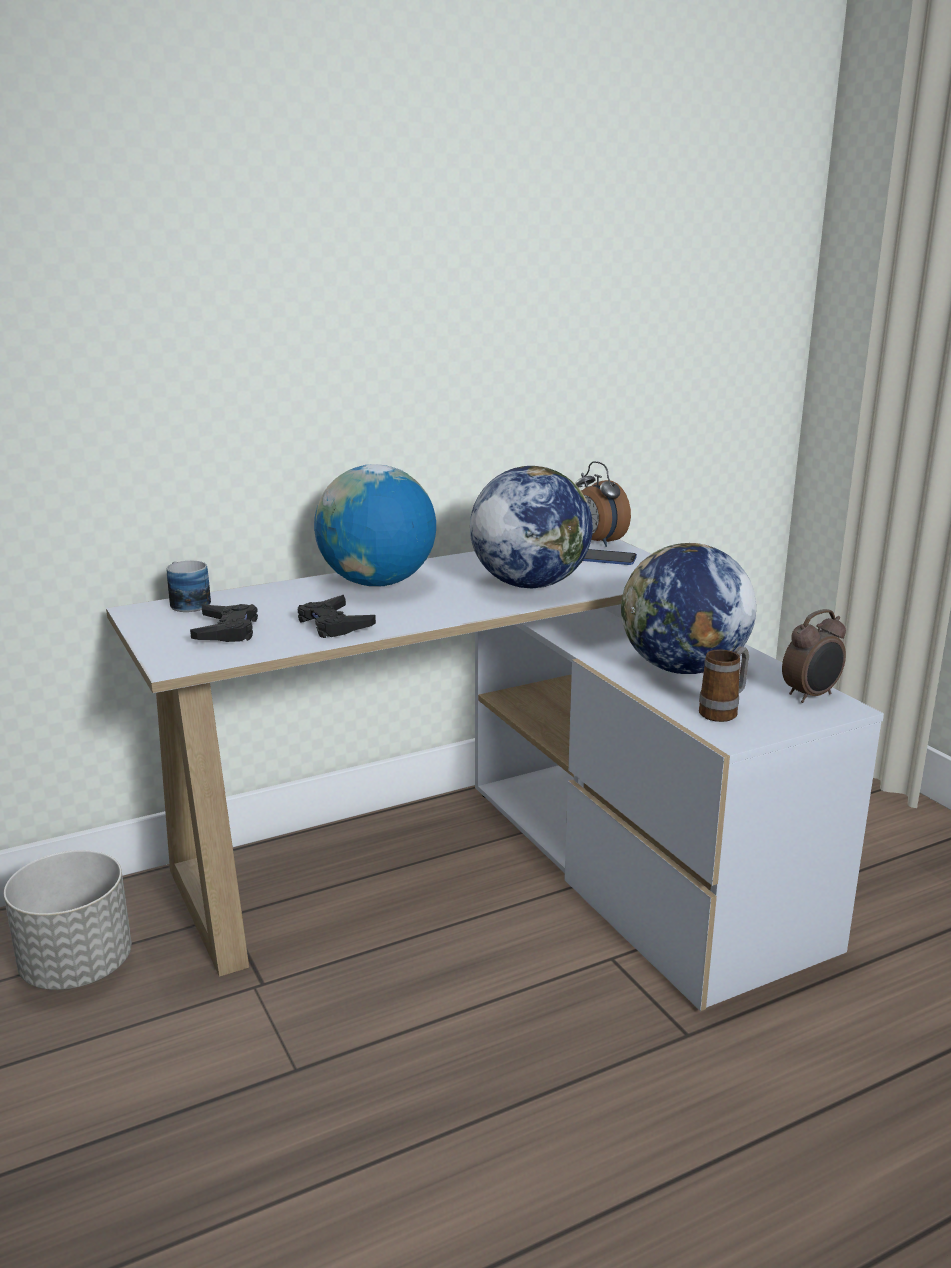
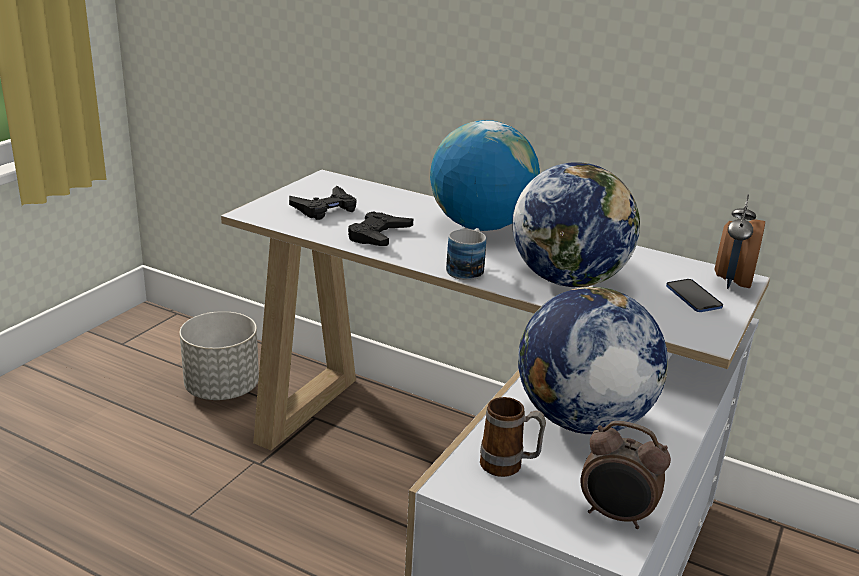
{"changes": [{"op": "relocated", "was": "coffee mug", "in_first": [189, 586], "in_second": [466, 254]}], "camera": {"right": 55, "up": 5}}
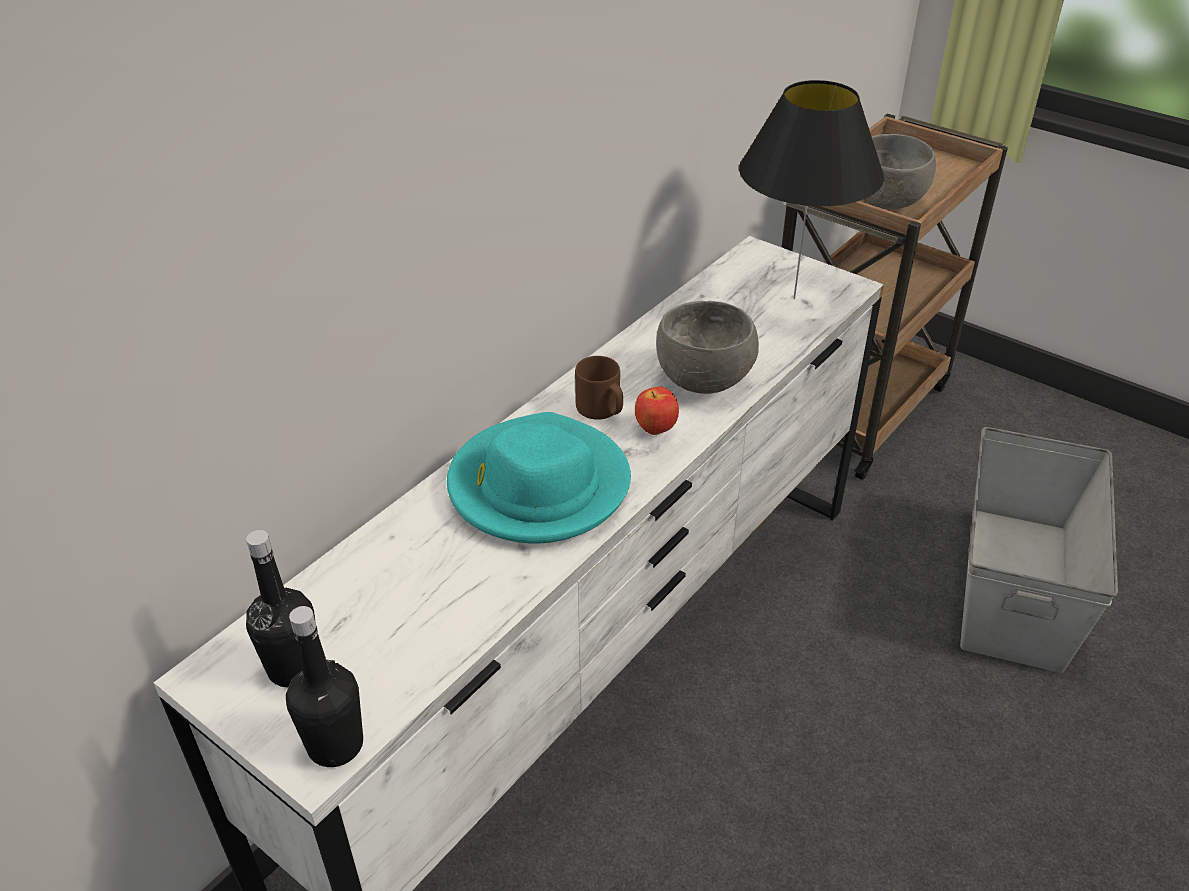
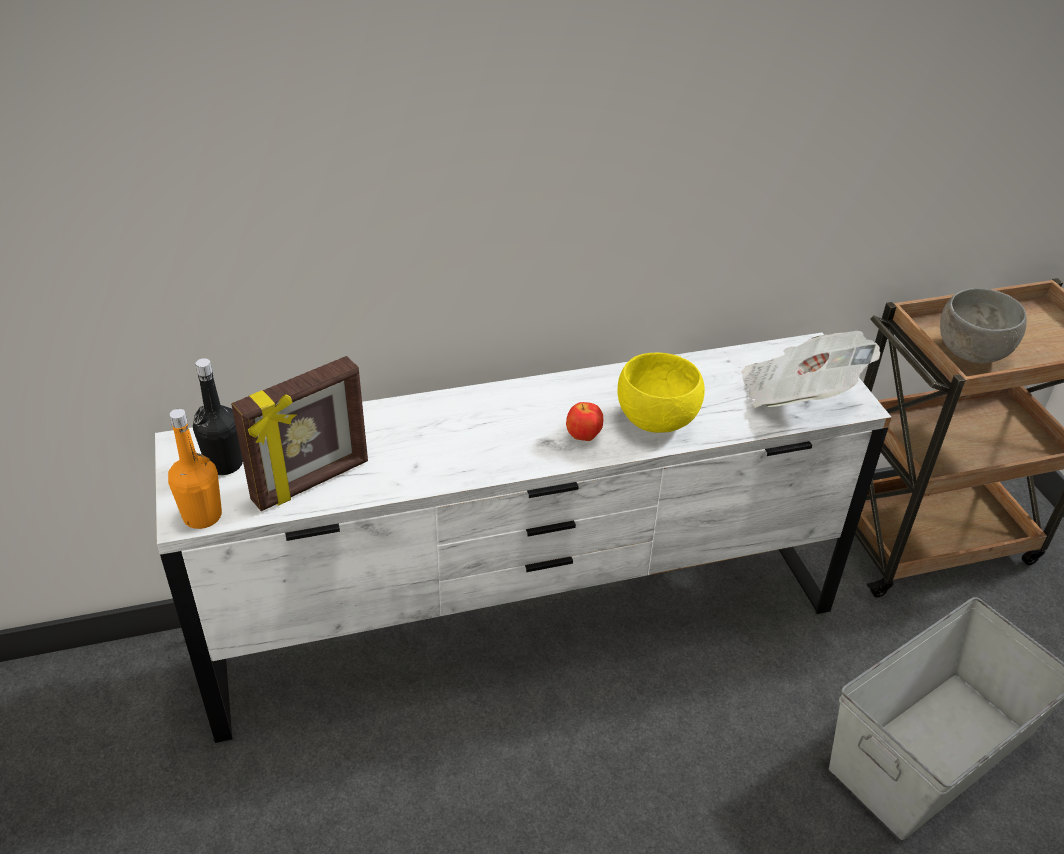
{"changes": [{"op": "missing", "was": "turquoise-coloured wearable hat", "in_first": [539, 478]}, {"op": "missing", "was": "brown coffee mug", "in_first": [599, 388]}, {"op": "appeared", "now": "picture frame", "in_second": [299, 433]}, {"op": "exchanged", "was": "blackish table lamp", "now": "newspaper", "in_first": [811, 189], "in_second": [811, 369]}, {"op": "colour", "was": "blackish bottle", "now": "orangey bottle", "in_first": [324, 686], "in_second": [195, 469]}, {"op": "colour", "was": "grey bowl", "now": "yellow-coloured bowl", "in_first": [707, 347], "in_second": [661, 393]}], "camera": {"right": 35, "up": 0}}
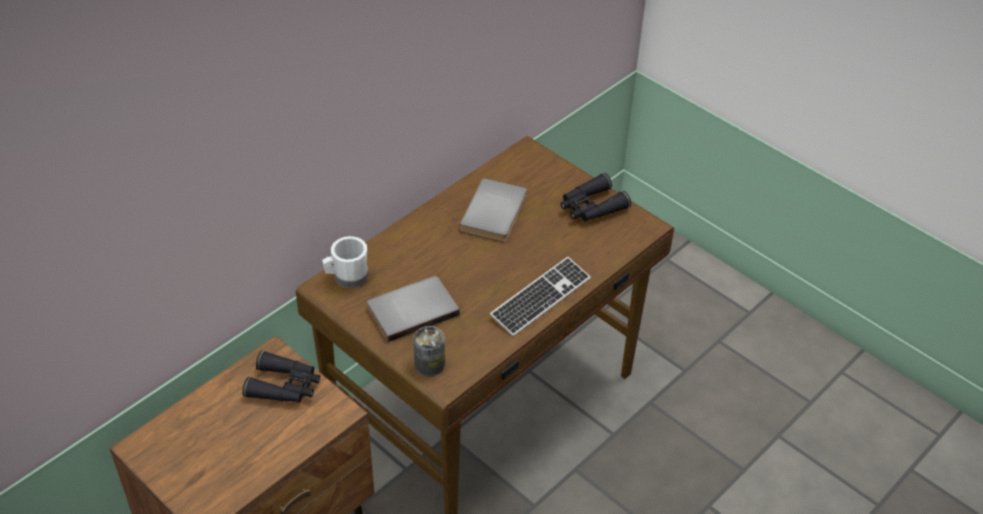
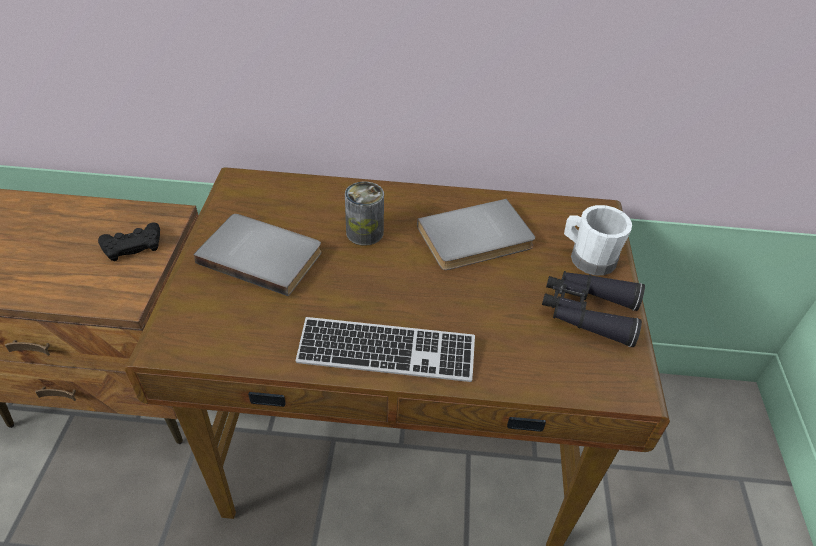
{"changes": [{"op": "relocated", "was": "white-coloured coffee mug", "in_first": [345, 262], "in_second": [598, 240]}, {"op": "relocated", "was": "can", "in_first": [429, 351], "in_second": [364, 213]}, {"op": "exchanged", "was": "blackish pair of binoculars", "now": "blackish gamepad", "in_first": [281, 377], "in_second": [129, 241]}], "camera": {"right": 50, "up": 0}}
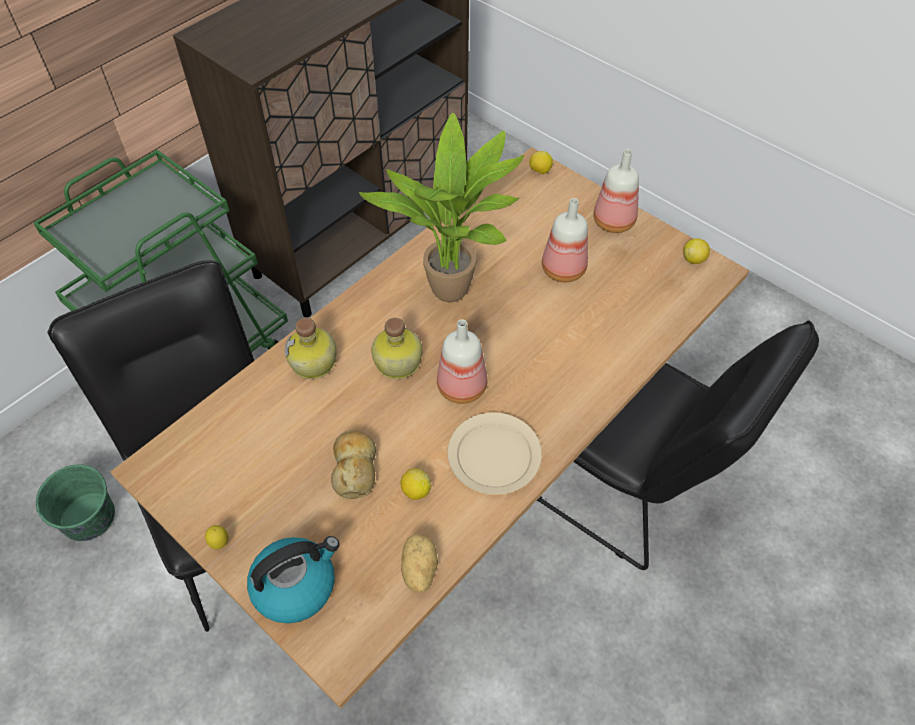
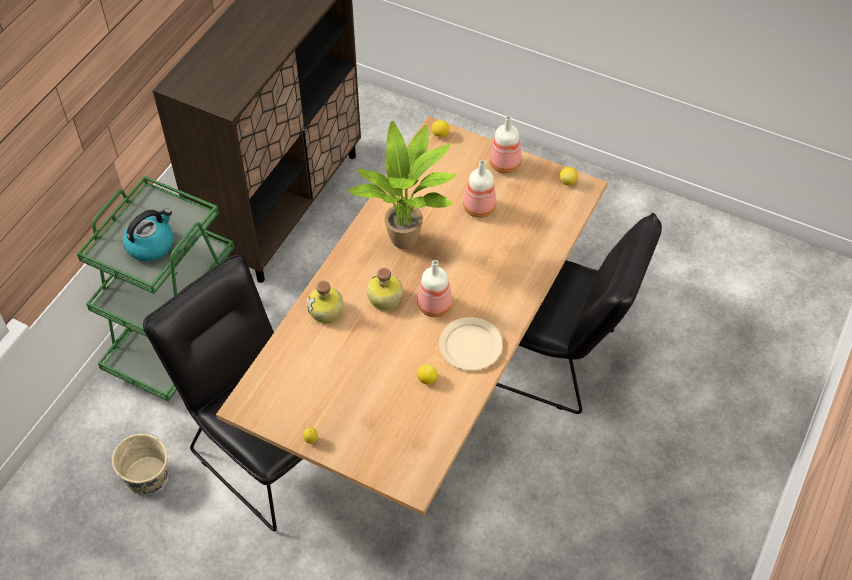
{"changes": [{"op": "missing", "was": "bread", "in_first": [353, 464]}, {"op": "missing", "was": "potato", "in_first": [419, 563]}, {"op": "relocated", "was": "water kettle", "in_first": [293, 580], "in_second": [148, 235]}, {"op": "colour", "was": "greenish water bucket", "now": "beige water bucket", "in_first": [75, 502], "in_second": [140, 464]}], "camera": {"right": -15, "up": 0}}
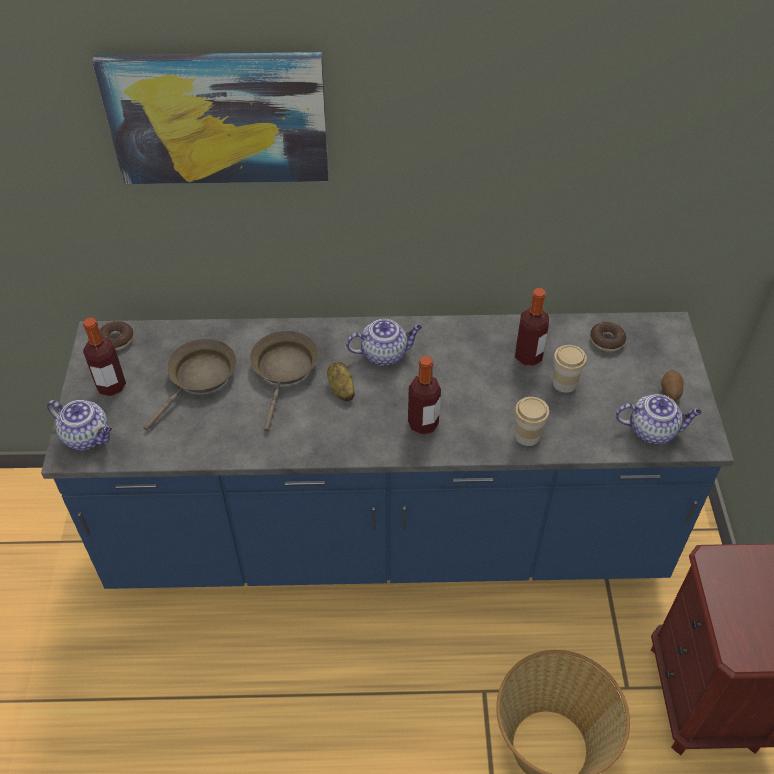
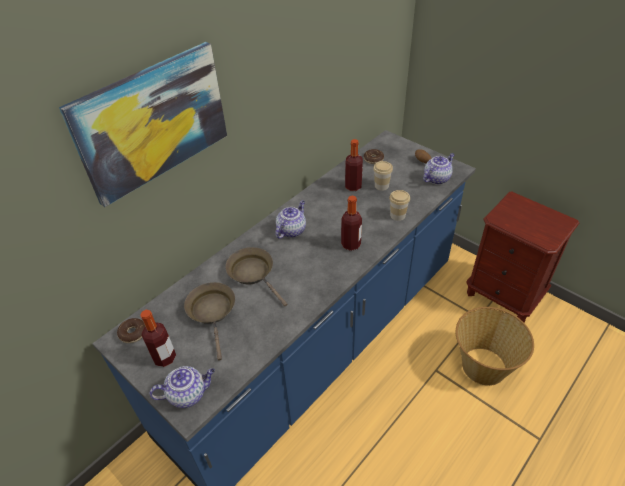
{"changes": [{"op": "missing", "was": "potato", "in_first": [341, 381]}], "camera": {"right": -45, "up": -5}}
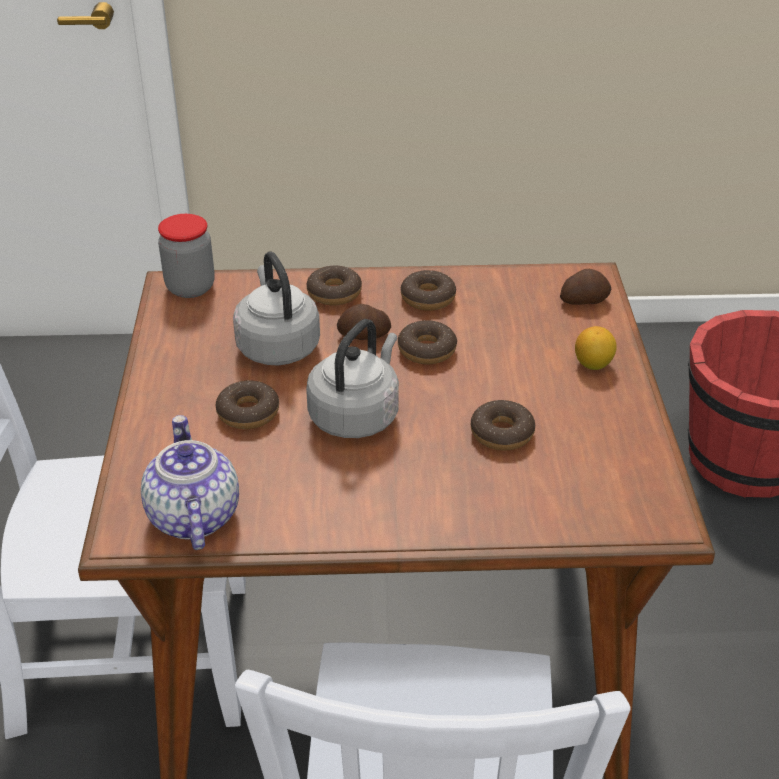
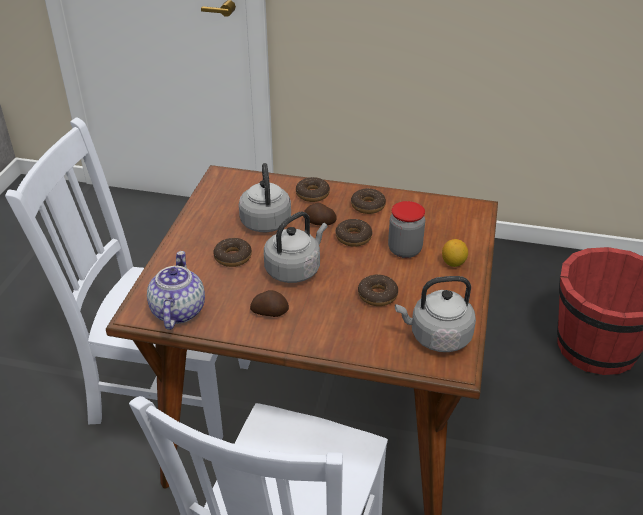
{"changes": [{"op": "appeared", "now": "grey water kettle", "in_second": [435, 314]}, {"op": "relocated", "was": "storage jar", "in_first": [186, 256], "in_second": [406, 229]}, {"op": "relocated", "was": "potato", "in_first": [585, 287], "in_second": [269, 303]}], "camera": {"right": 15, "up": 0}}
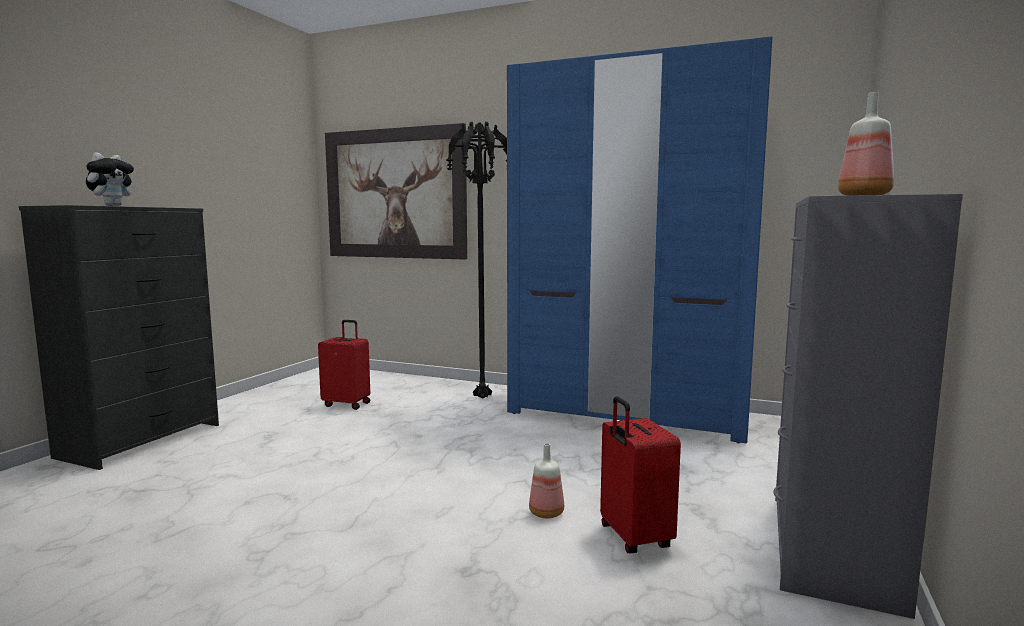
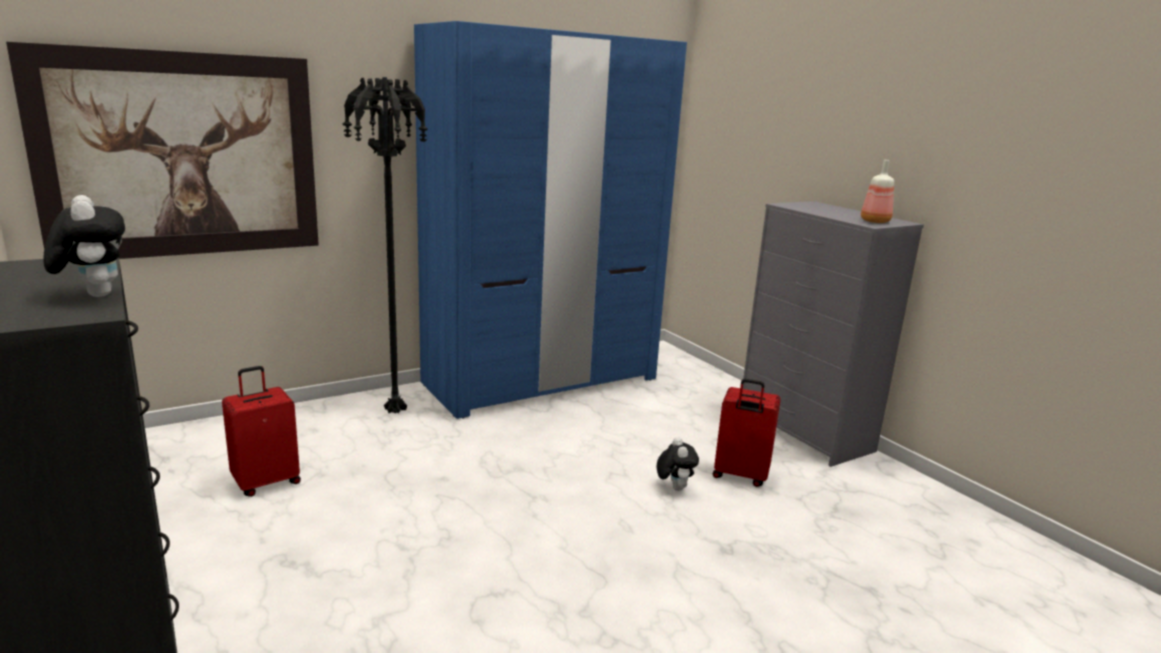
{"changes": [{"op": "exchanged", "was": "bottle", "now": "soft toy", "in_first": [546, 480], "in_second": [678, 464]}], "camera": {"right": -55, "up": 10}}
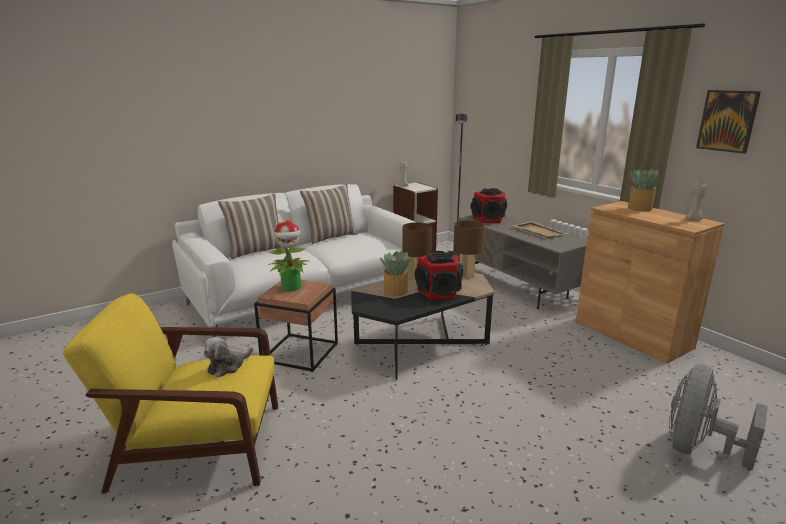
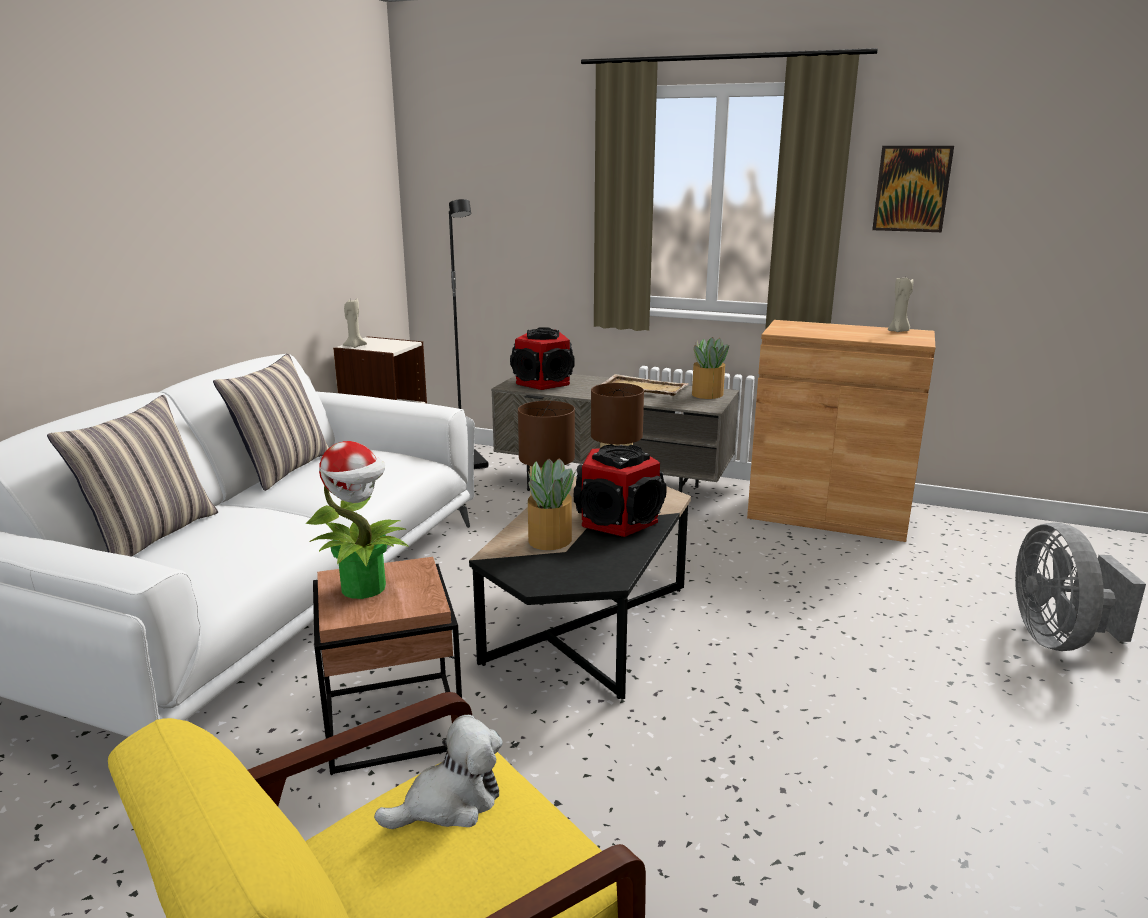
{"changes": [{"op": "relocated", "was": "plant in a pot", "in_first": [644, 190], "in_second": [710, 368]}, {"op": "spun", "was": "soft toy", "in_first": [228, 357], "in_second": [438, 772], "clockwise": -120}], "camera": {"right": -35, "up": 0}}
